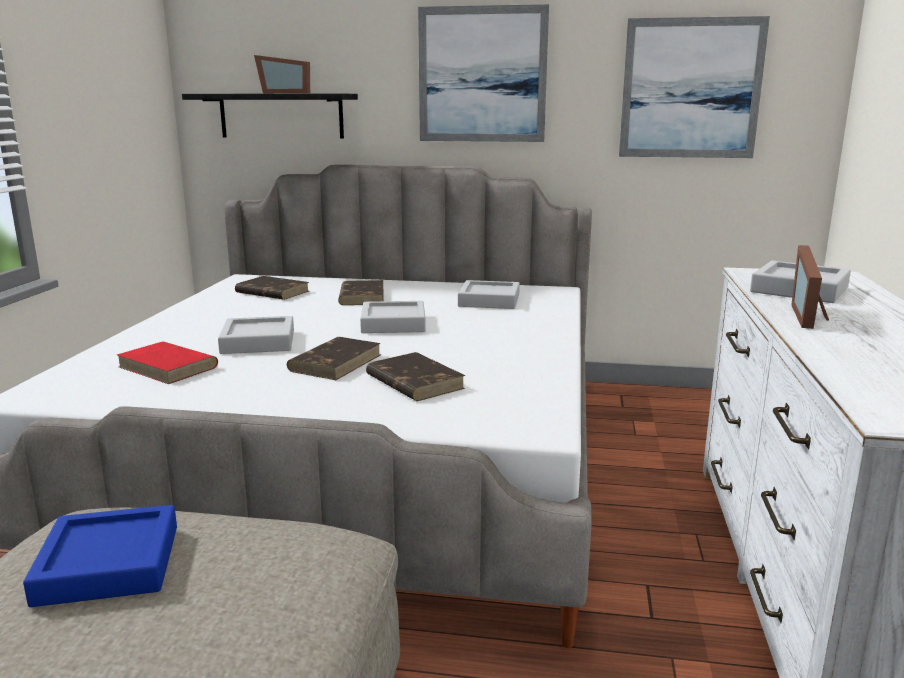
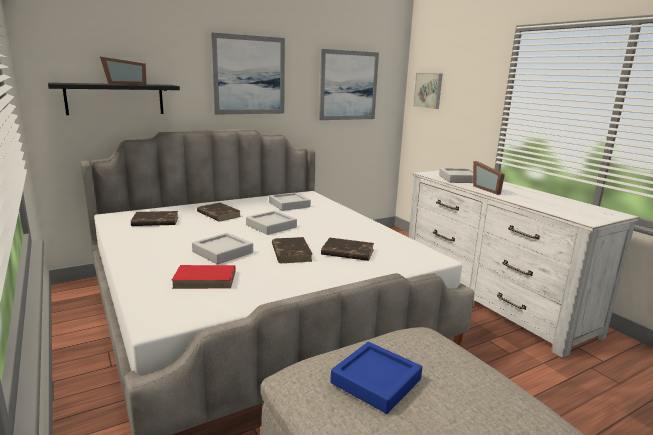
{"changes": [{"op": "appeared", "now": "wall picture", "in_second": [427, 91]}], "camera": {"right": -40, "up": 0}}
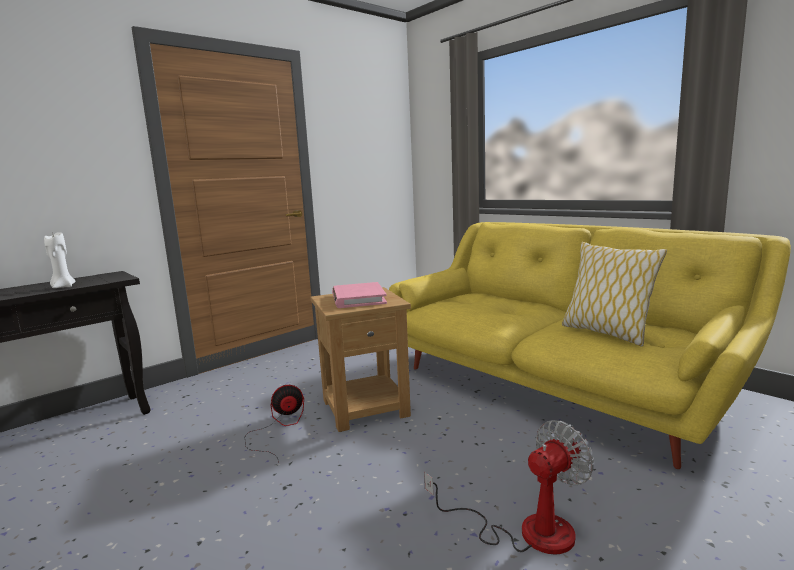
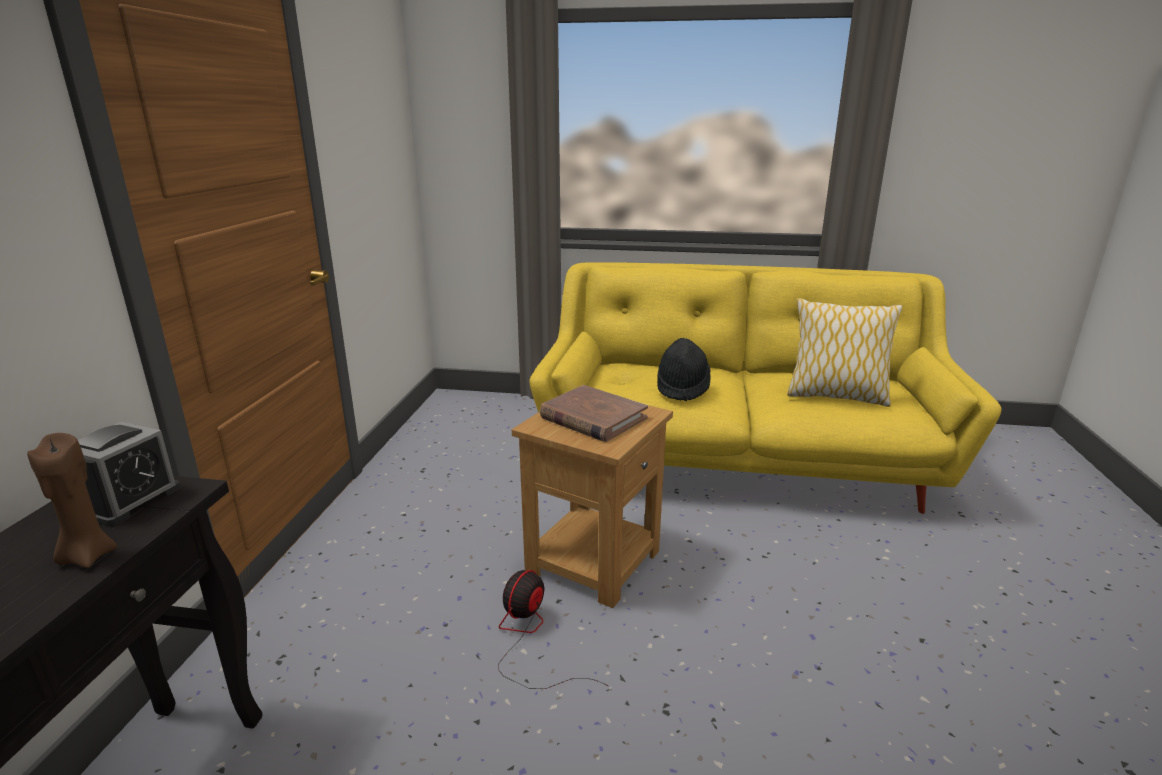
{"changes": [{"op": "missing", "was": "cooling fan", "in_first": [509, 487]}, {"op": "appeared", "now": "bedside clock", "in_second": [129, 474]}, {"op": "appeared", "now": "blackish wearable hat", "in_second": [684, 369]}, {"op": "colour", "was": "white-coloured wax light", "now": "brown wax light", "in_first": [59, 260], "in_second": [72, 500]}, {"op": "colour", "was": "pink bound book", "now": "brown bound book", "in_first": [359, 295], "in_second": [594, 413]}], "camera": {"right": -40, "up": 10}}
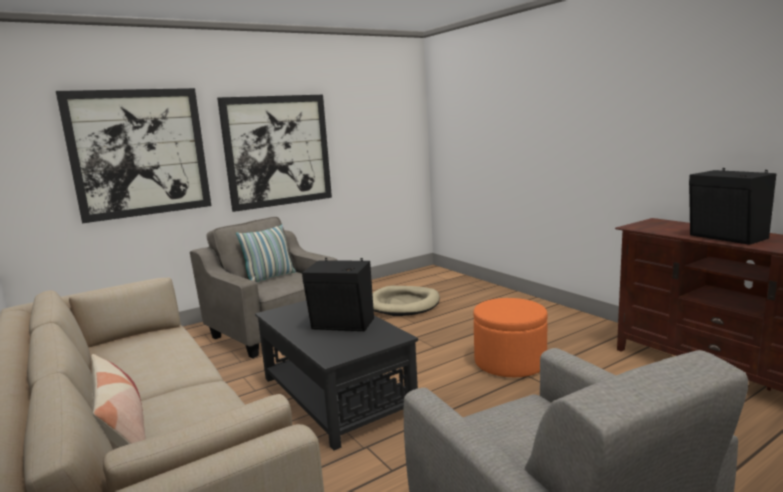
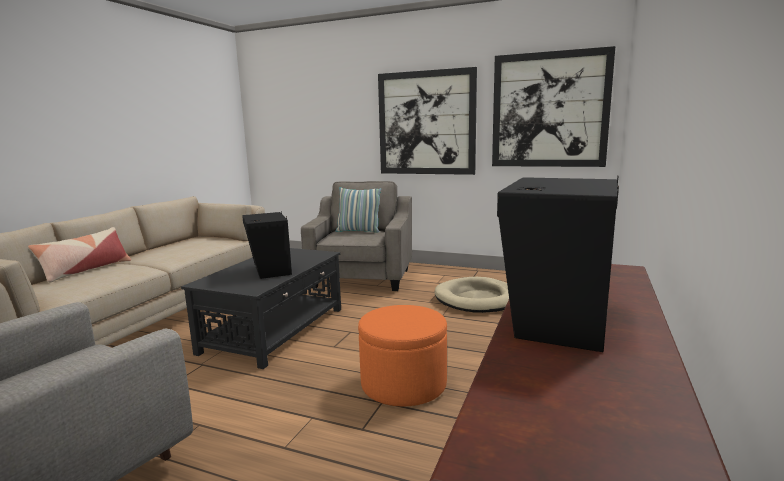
{"changes": [{"op": "relocated", "was": "wall picture", "in_first": [133, 155], "in_second": [553, 106]}], "camera": {"right": 55, "up": 0}}
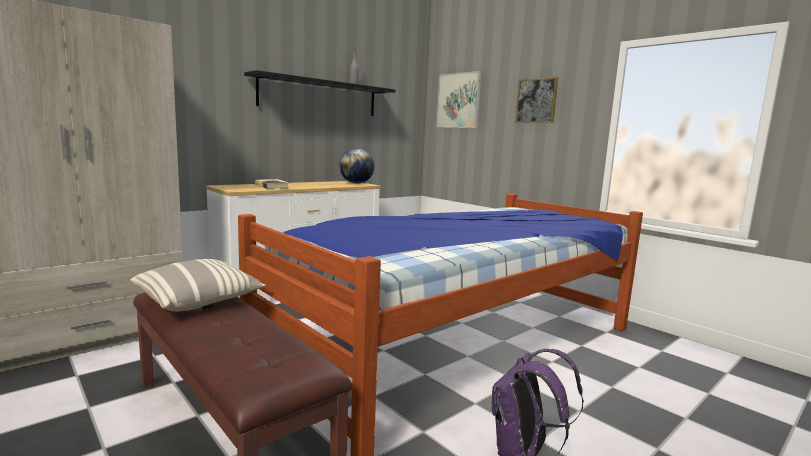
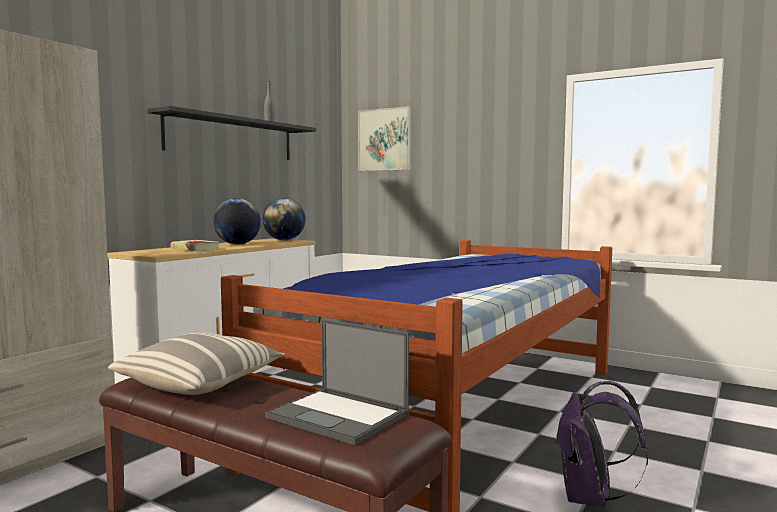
{"changes": [{"op": "missing", "was": "wall picture", "in_first": [536, 100]}, {"op": "appeared", "now": "desk globe", "in_second": [237, 221]}, {"op": "appeared", "now": "notebook computer", "in_second": [337, 382]}], "camera": {"right": -15, "up": -5}}
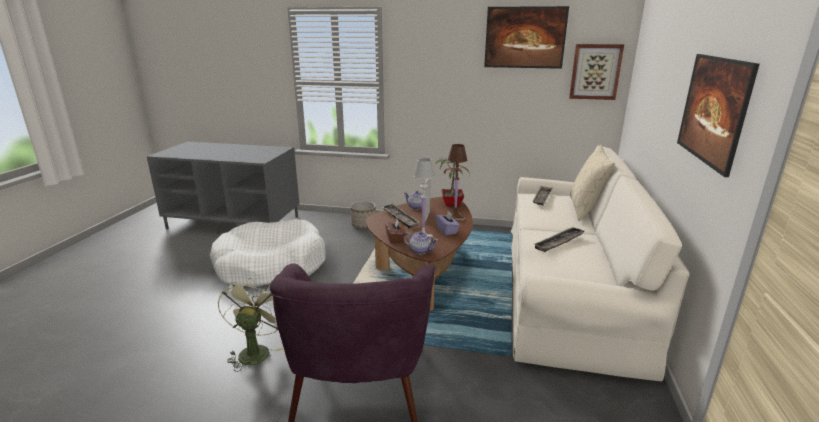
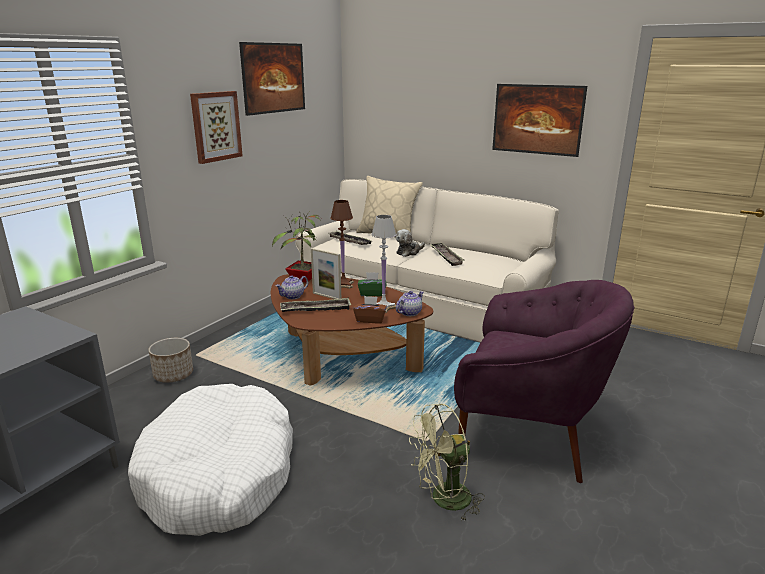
{"changes": [{"op": "appeared", "now": "soft toy", "in_second": [410, 243]}, {"op": "relocated", "was": "wall picture", "in_first": [596, 72], "in_second": [216, 127]}, {"op": "colour", "was": "purple tissue box", "now": "greenish tissue box", "in_first": [448, 223], "in_second": [372, 284]}, {"op": "spun", "was": "greenish cooling fan", "in_first": [250, 325], "in_second": [447, 462], "clockwise": -45}], "camera": {"right": -70, "up": 0}}
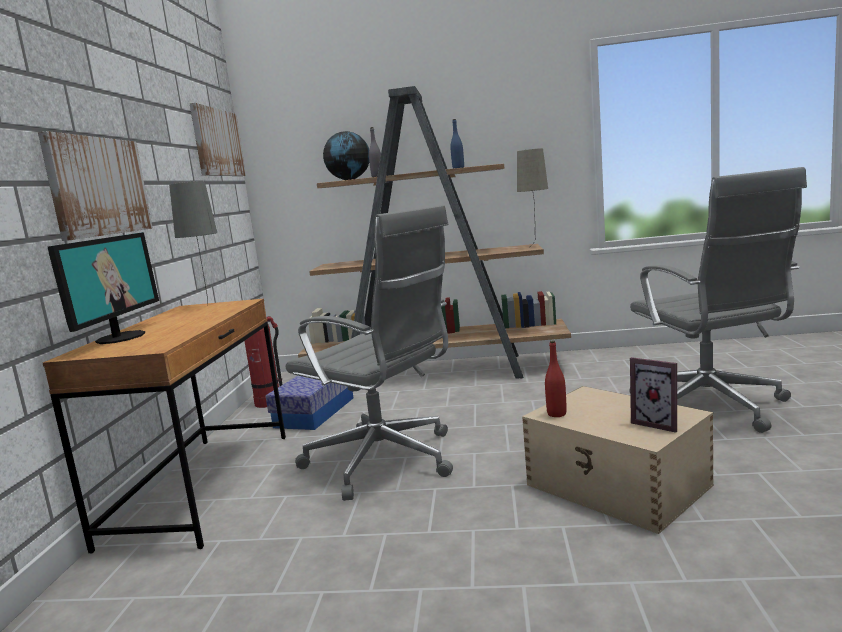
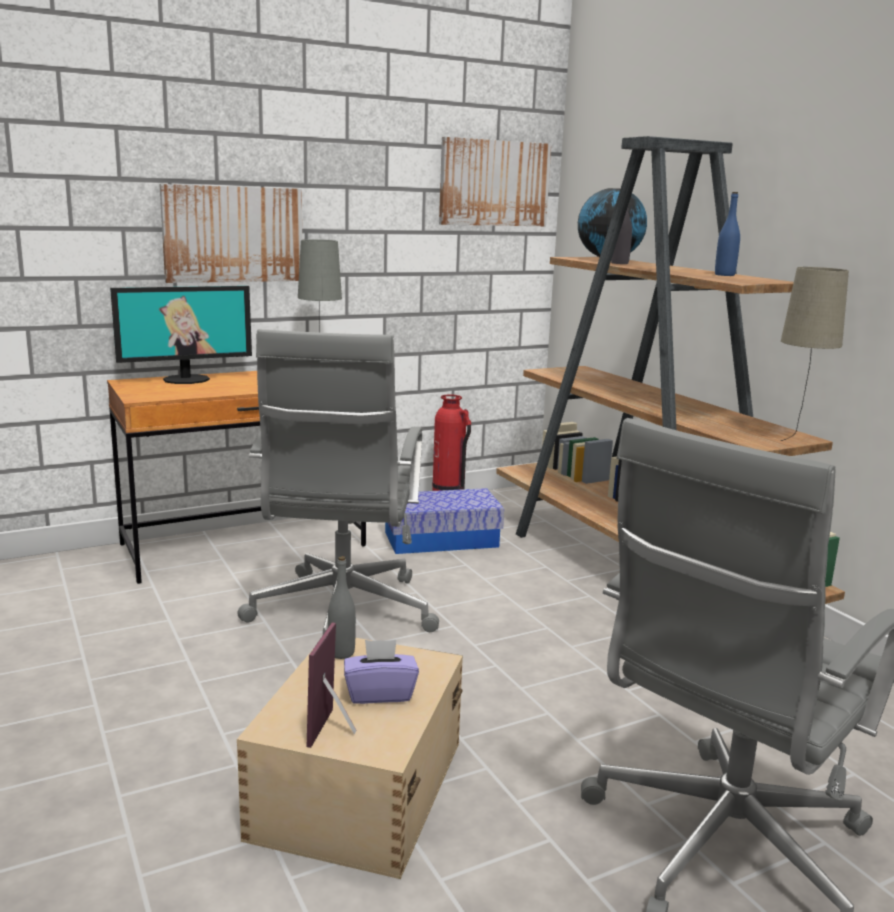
{"changes": [{"op": "appeared", "now": "purple tissue box", "in_second": [381, 672]}, {"op": "colour", "was": "red bottle", "now": "grey bottle", "in_first": [555, 379], "in_second": [342, 607]}], "camera": {"right": 55, "up": 5}}
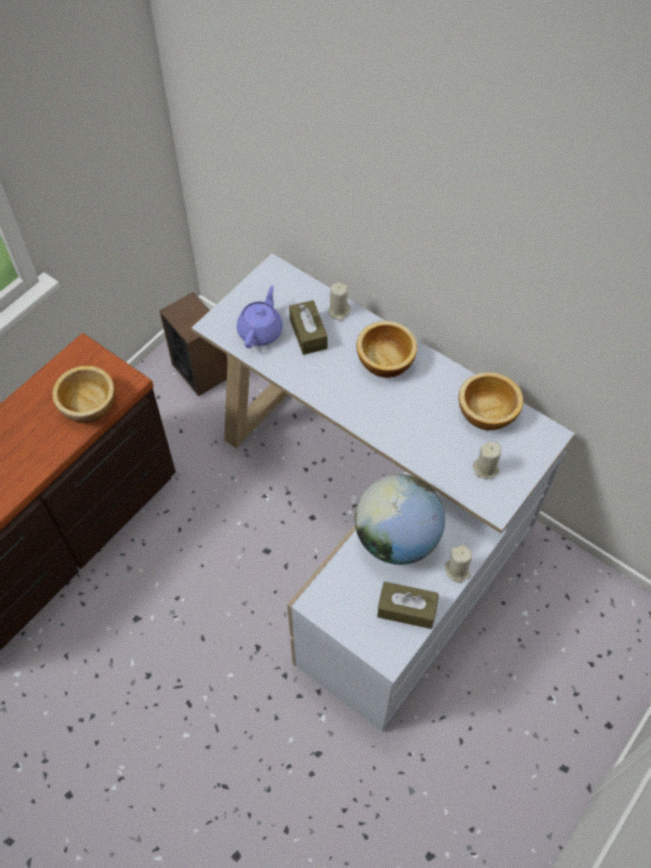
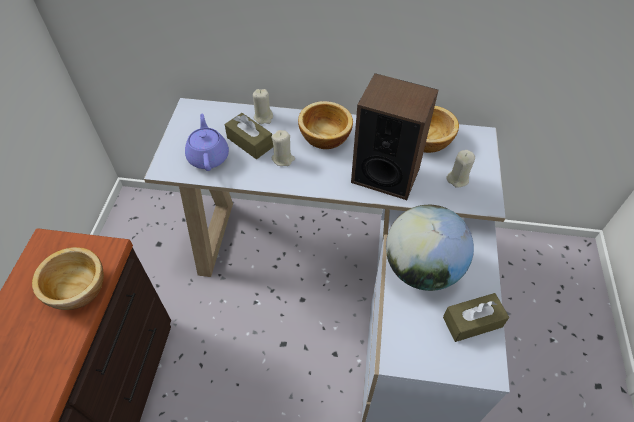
{"changes": [{"op": "relocated", "was": "speaker", "in_first": [193, 344], "in_second": [394, 136]}, {"op": "relocated", "was": "beige wax light", "in_first": [458, 564], "in_second": [283, 148]}], "camera": {"right": -30, "up": -5}}
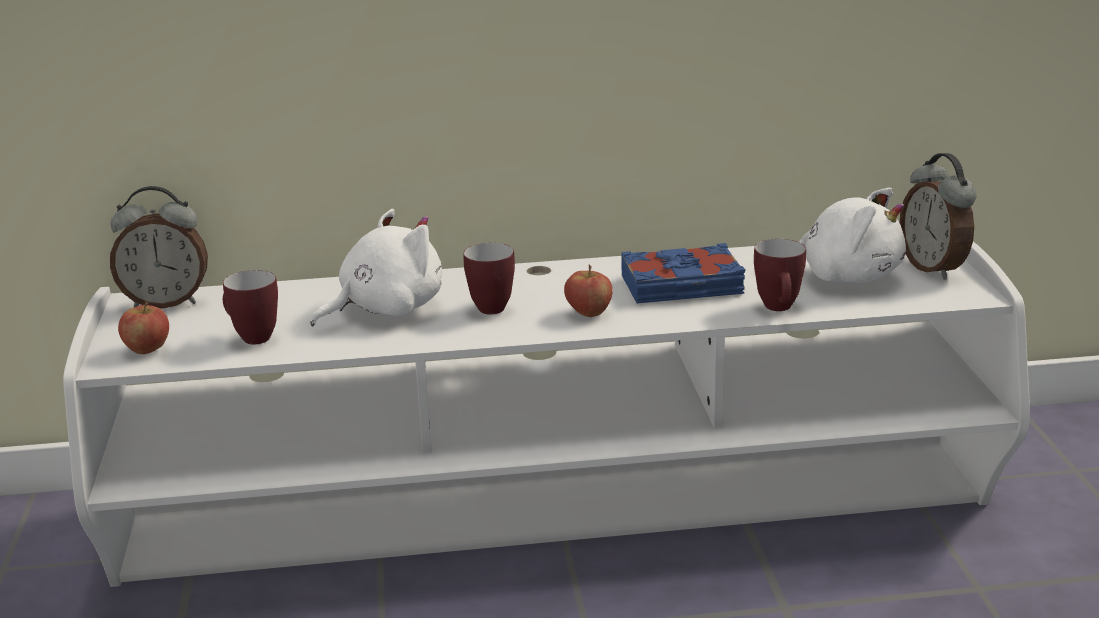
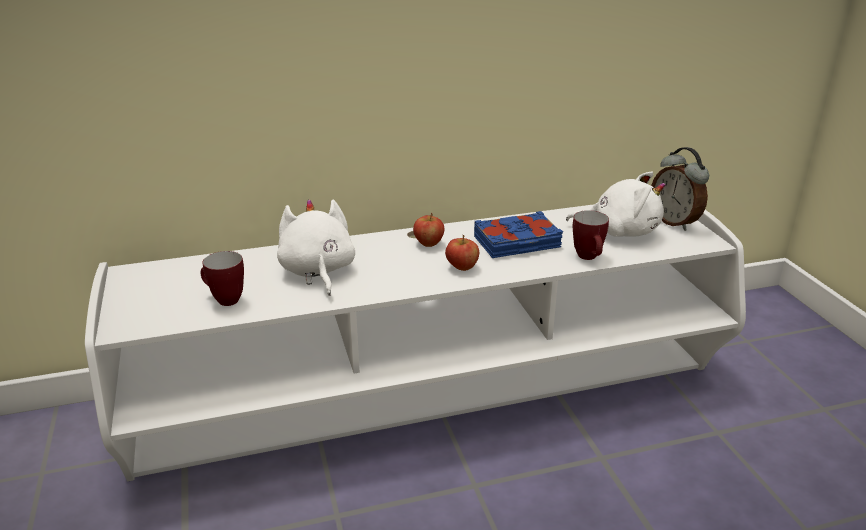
{"changes": [{"op": "missing", "was": "bedside clock", "in_first": [159, 247]}, {"op": "missing", "was": "coffee mug", "in_first": [489, 279]}, {"op": "relocated", "was": "apple fruit", "in_first": [143, 327], "in_second": [428, 230]}, {"op": "spun", "was": "white-coloured soft toy", "in_first": [376, 268], "in_second": [316, 247], "clockwise": -60}], "camera": {"right": -10, "up": 5}}
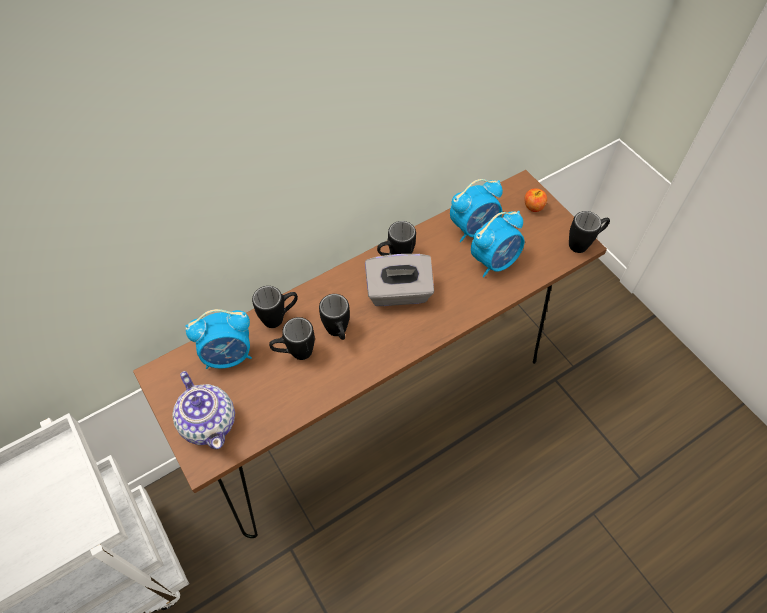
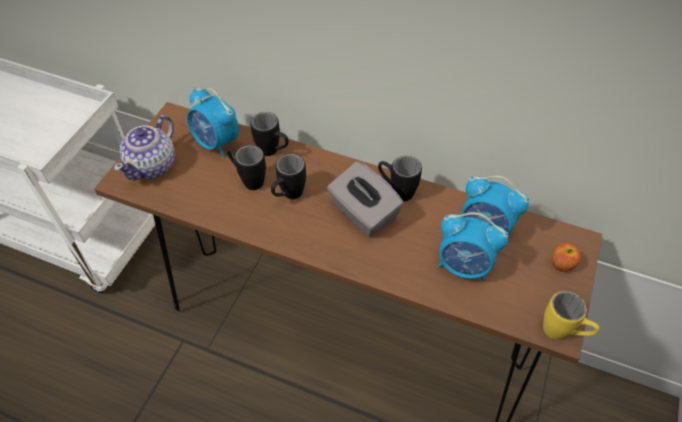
{"changes": [{"op": "colour", "was": "blackish coffee mug", "now": "yellow-coloured coffee mug", "in_first": [589, 232], "in_second": [571, 315]}], "camera": {"right": 55, "up": -5}}
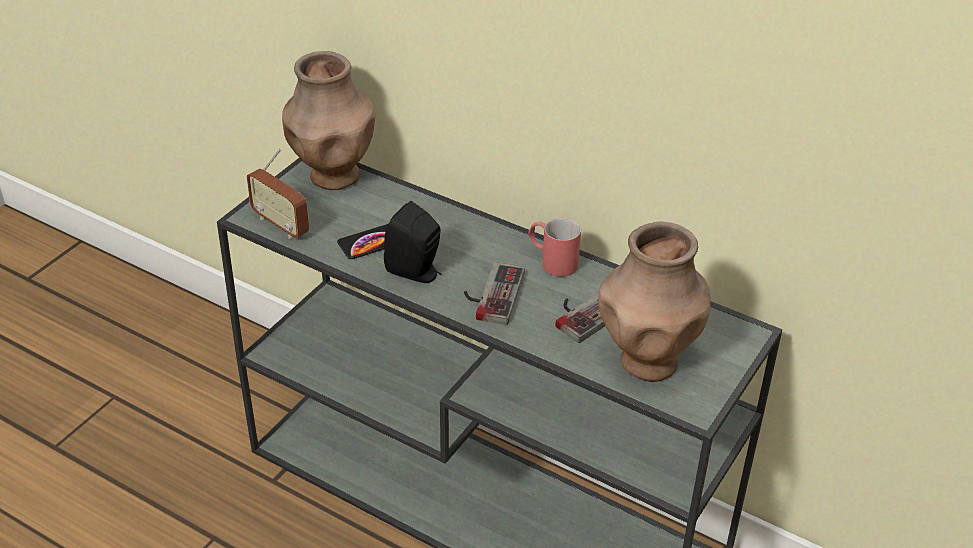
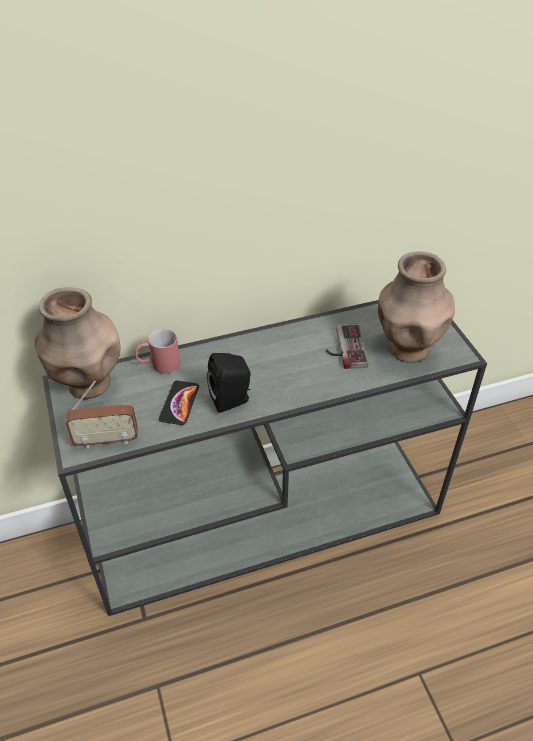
{"changes": [{"op": "missing", "was": "gamepad", "in_first": [494, 293]}, {"op": "relocated", "was": "red coffee mug", "in_first": [554, 247], "in_second": [157, 351]}], "camera": {"right": -50, "up": 5}}
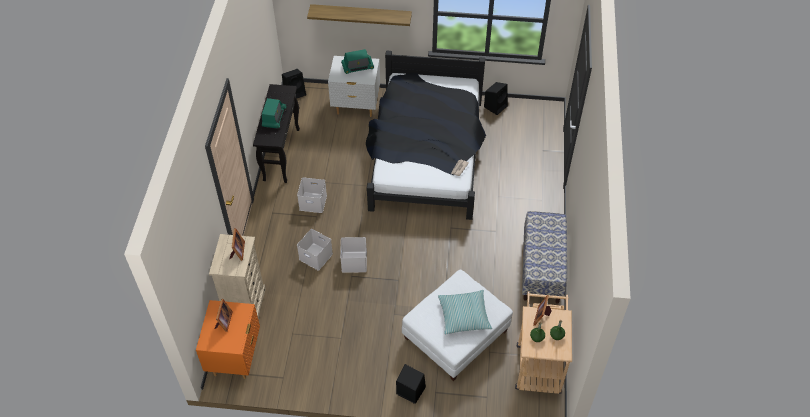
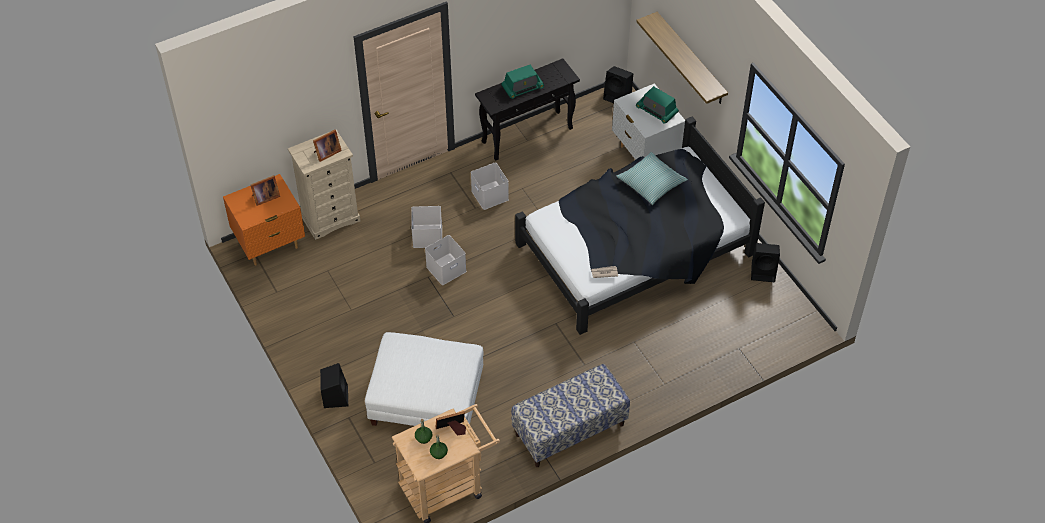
{"changes": [{"op": "relocated", "was": "pillow", "in_first": [465, 312], "in_second": [652, 178]}], "camera": {"right": 55, "up": 0}}
